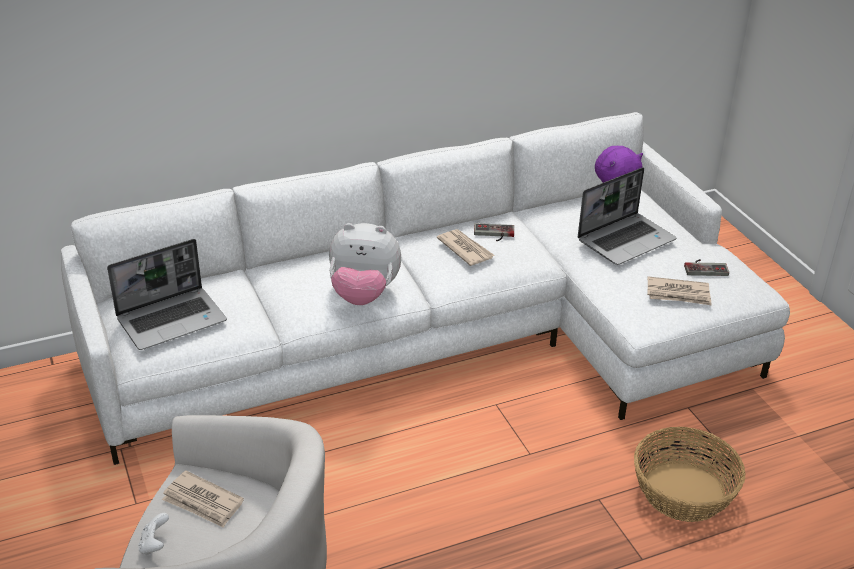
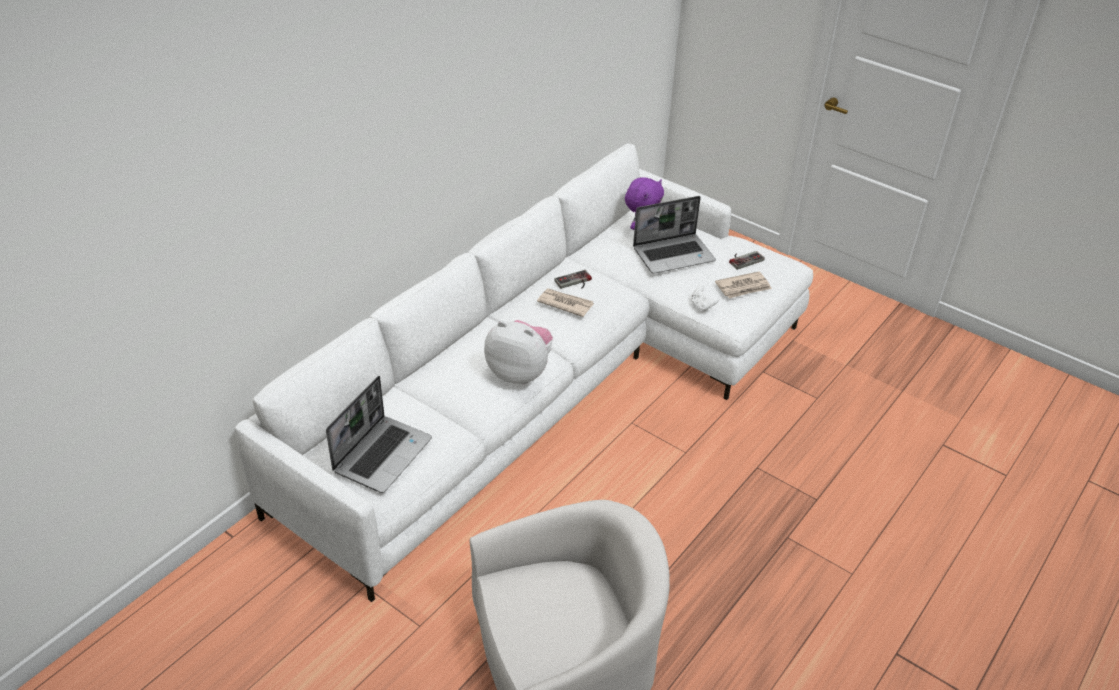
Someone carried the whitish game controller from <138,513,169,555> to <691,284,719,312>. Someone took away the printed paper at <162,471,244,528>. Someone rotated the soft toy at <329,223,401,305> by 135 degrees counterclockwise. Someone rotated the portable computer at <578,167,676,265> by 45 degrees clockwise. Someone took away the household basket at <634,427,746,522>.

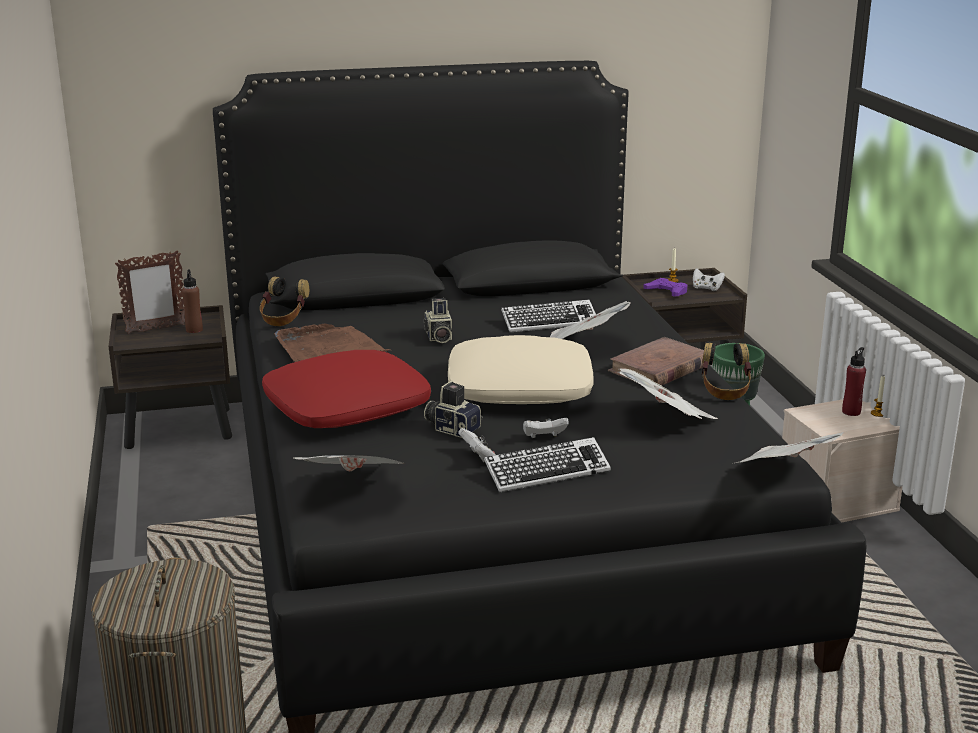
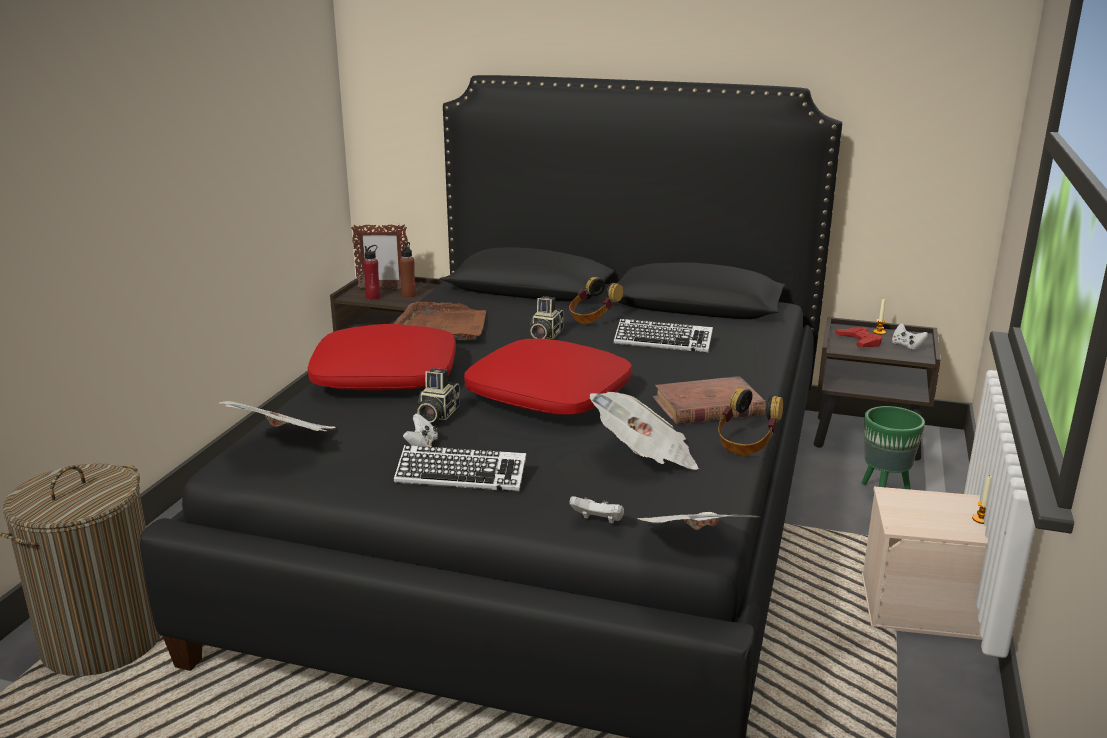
Someone carried the headset from <260,276,309,326> to <569,277,623,324>. Someone rotated the still camera at <424,380,483,438> by 135 degrees counterclockwise. Someone repainted the beige-coloured pillow at <448,335,594,404>, which became the red pillow at <464,339,632,415>. Someone carried the whitish game controller from <523,418,569,438> to <570,496,624,524>. Someone took away the printed paper at <550,301,631,339>. Someone repainted the purple game controller at <643,278,688,297>, which became the red game controller at <835,327,882,347>. Someone carried the red beverage bottle from <842,347,866,416> to <363,245,381,300>.

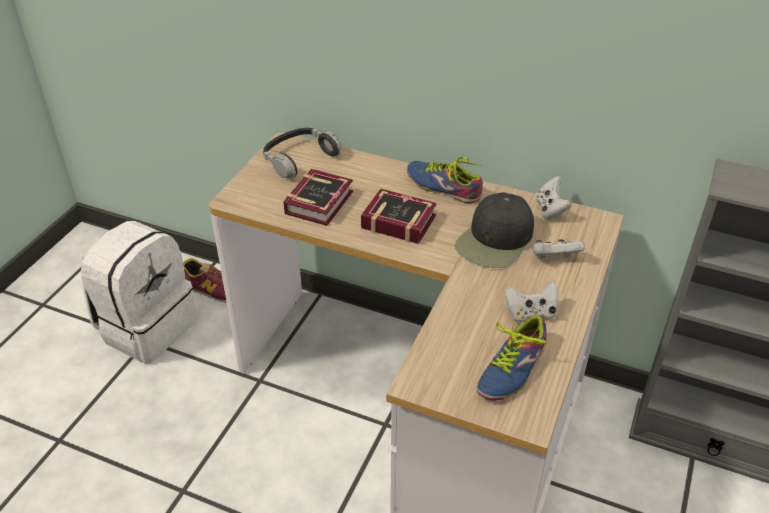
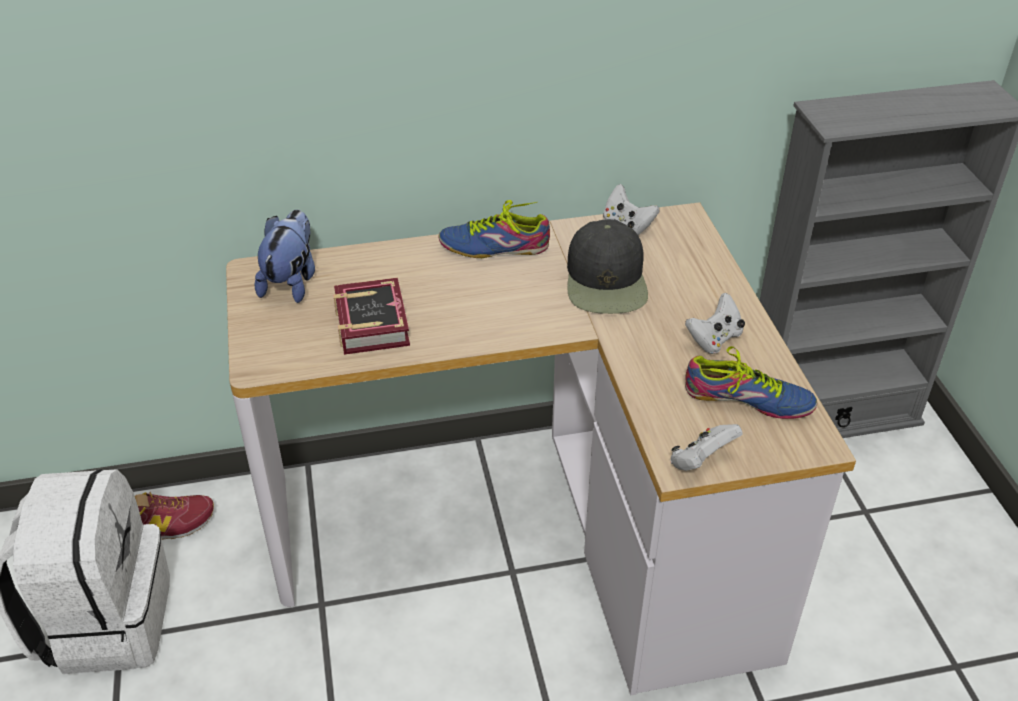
Someone swapped the headset at <263,128,342,178> for the soft toy at <254,210,315,303>. Someone took away the book at <361,189,437,244>. Someone rotated the shoe at <477,308,547,401> by 75 degrees counterclockwise. Someone carried the whitish game controller from <533,239,585,259> to <670,424,743,471>.

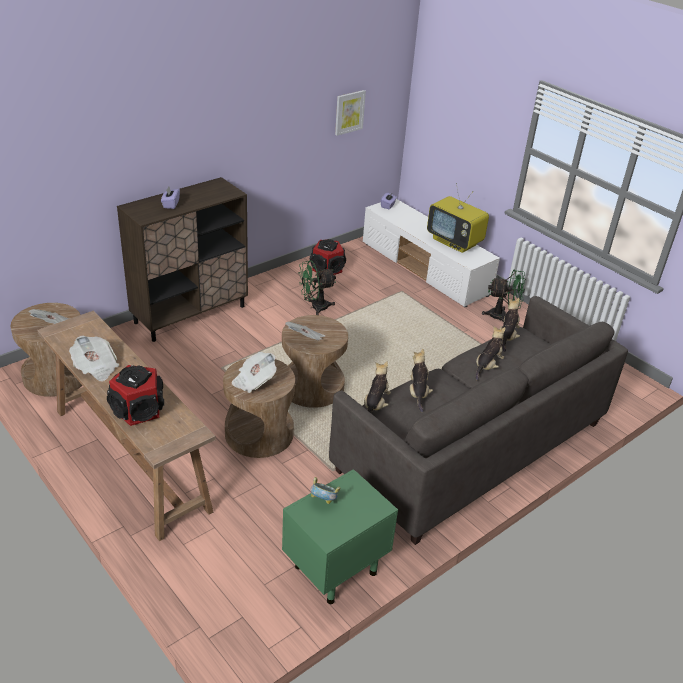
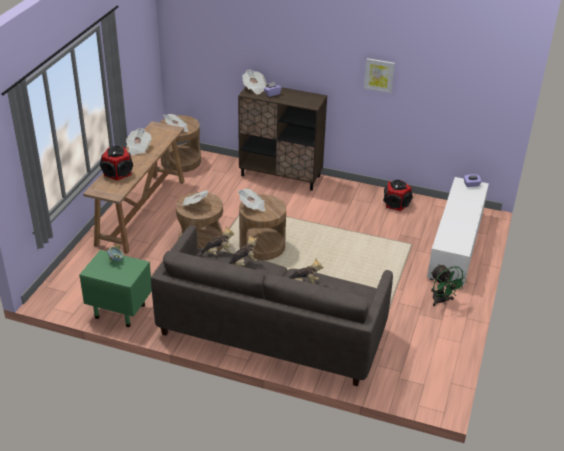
Someone took away the green-coloured fan at <298,260,336,315>. Someone carried the wall art from <335,90,366,136> to <364,58,395,93>. Someone took away the TV set at <427,183,489,253>. Someone took away the soft toy at <499,298,520,352>. Someone put down the printed paper at <242,70,267,94>.

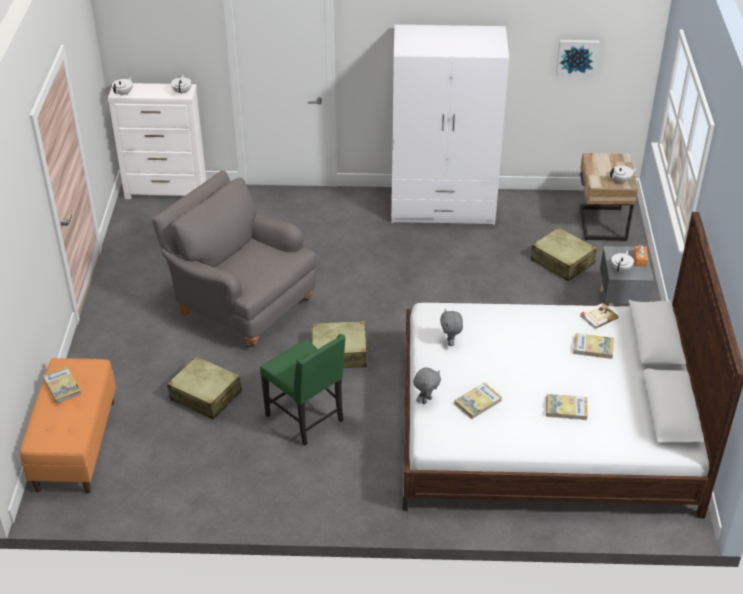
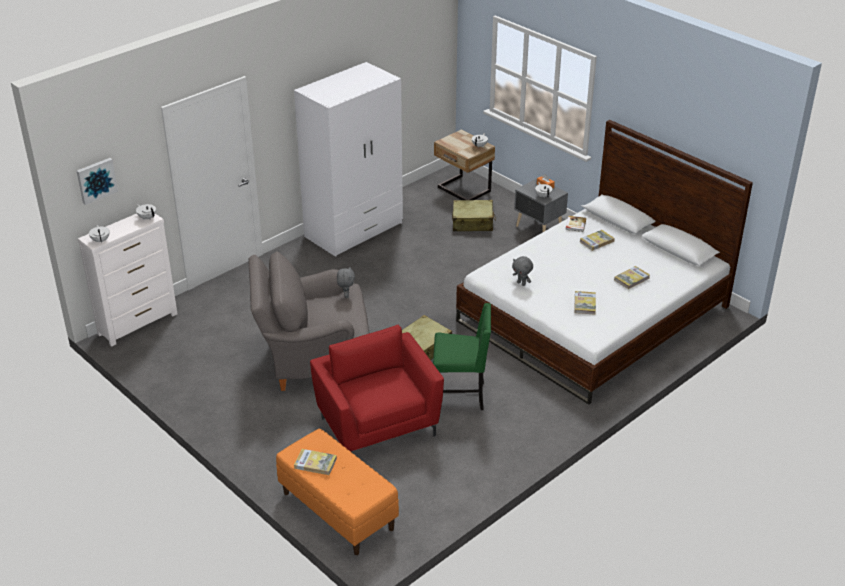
Someone swapped the beige-coloured piece of luggage at <167,356,242,420> for the red lounge chair at <310,325,444,452>. Someone carried the greyish soft toy from <413,367,441,404> to <337,267,355,298>. Someone carried the wall art from <556,40,599,77> to <77,158,118,205>.

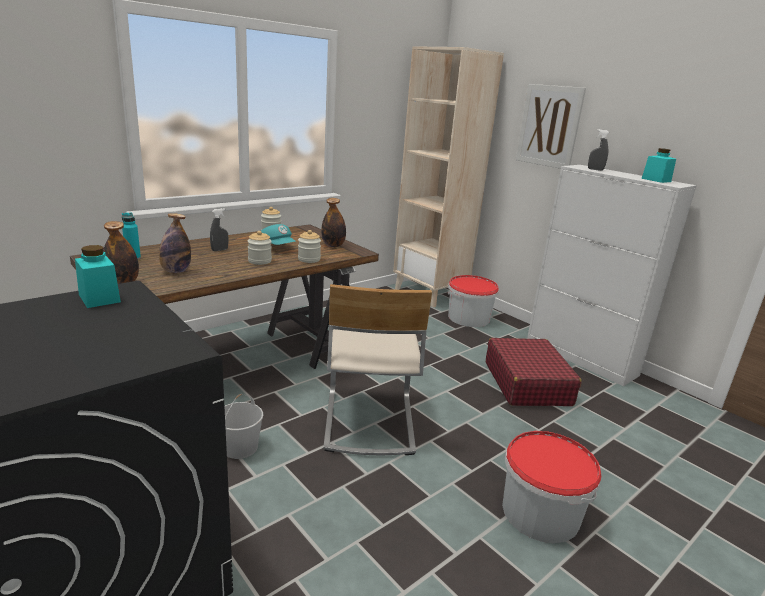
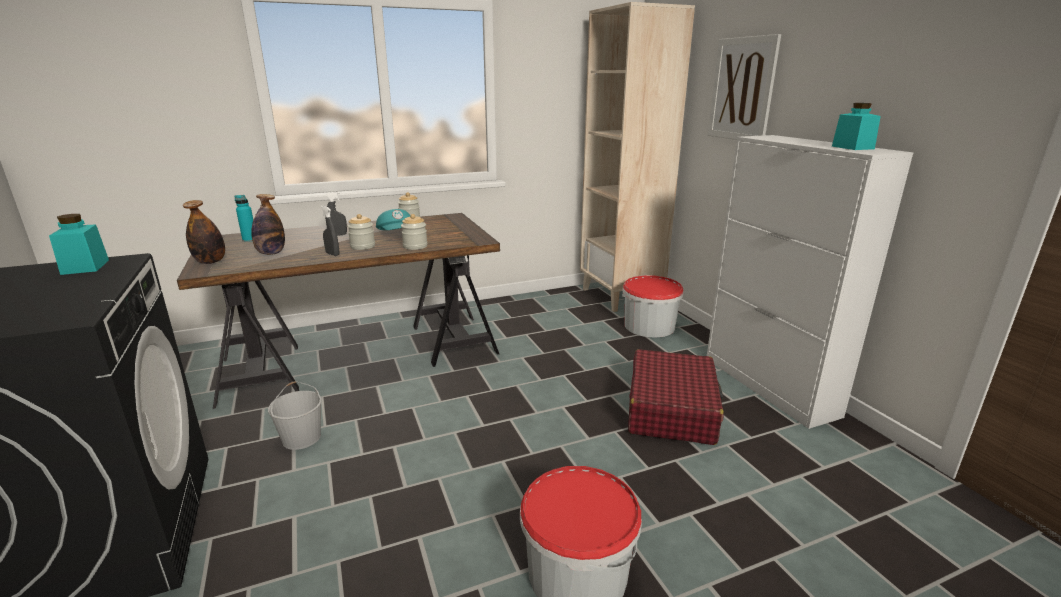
Someone took away the beverage bottle at <321,198,346,247>. Someone took away the beige-coloured chair at <323,284,432,455>. Someone carried the greyish spray bottle from <588,129,610,171> to <321,206,339,256>.

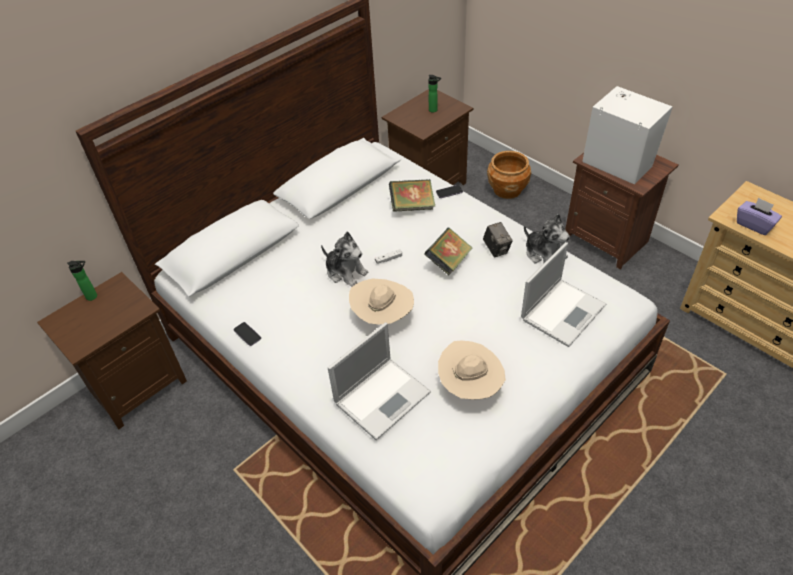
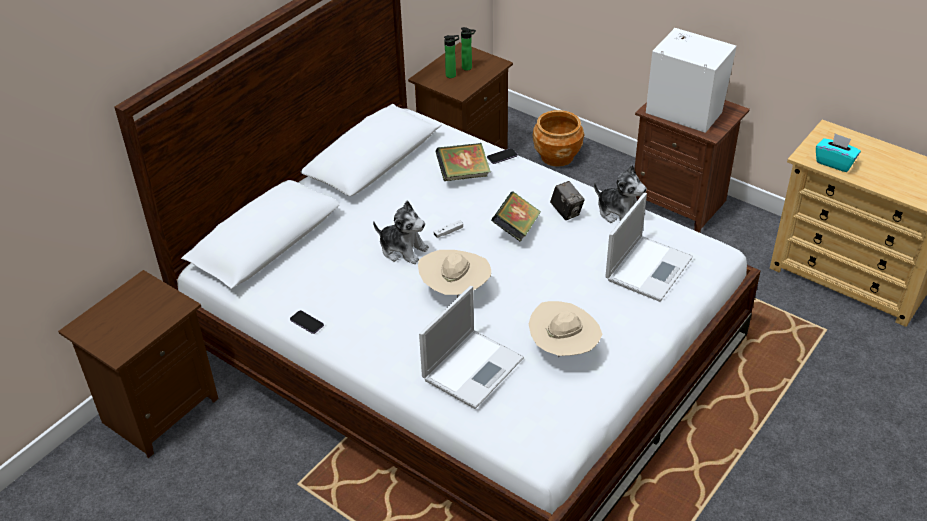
Someone carried the beverage bottle from <67,261,97,301> to <444,35,459,78>. Someone repainted the purple box of tissues at <737,197,782,235>, which became the turquoise box of tissues at <816,133,861,172>.

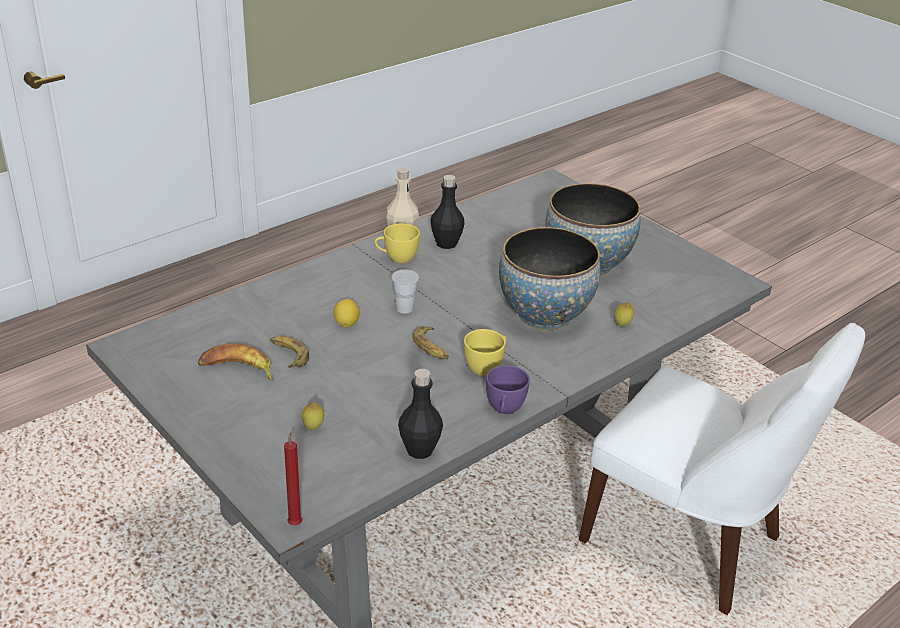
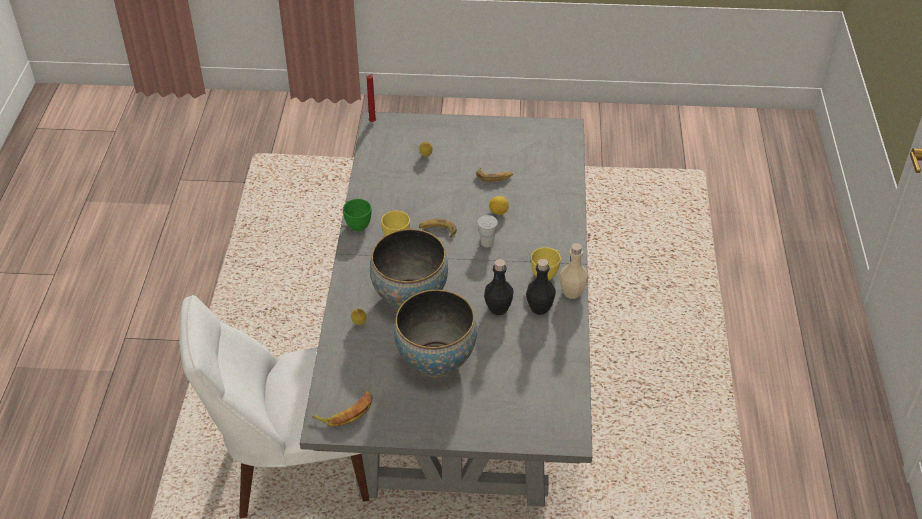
Someone carried the whole banana from <198,343,273,381> to <312,391,373,426>. Someone carried the black beverage bottle from <398,369,443,459> to <484,259,514,315>. Someone repainted the purple cup at <486,365,530,414>, which became the green-coloured cup at <343,199,371,231>.

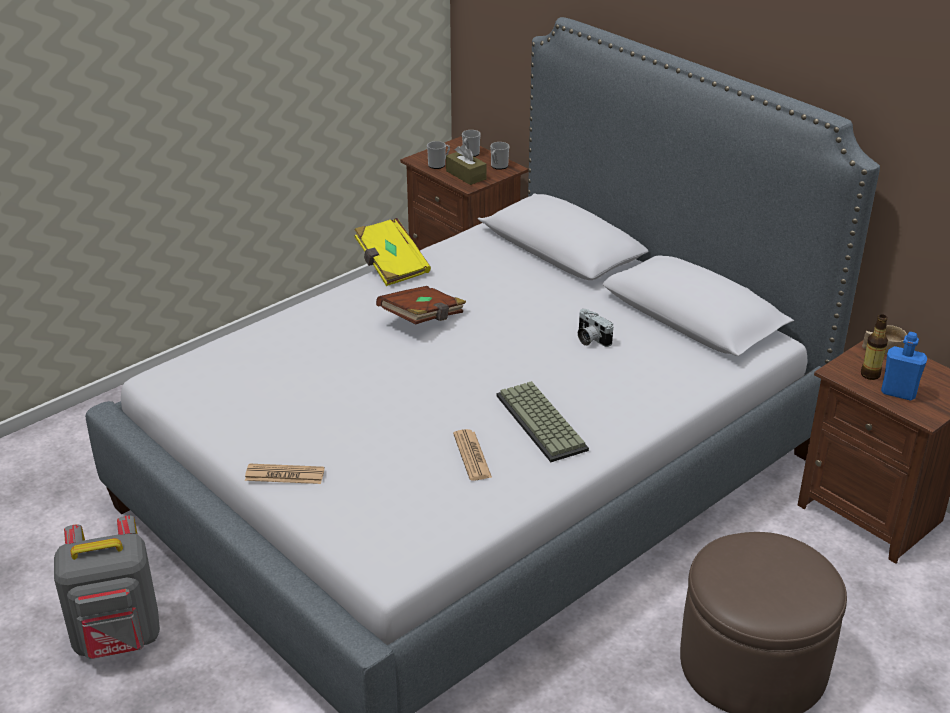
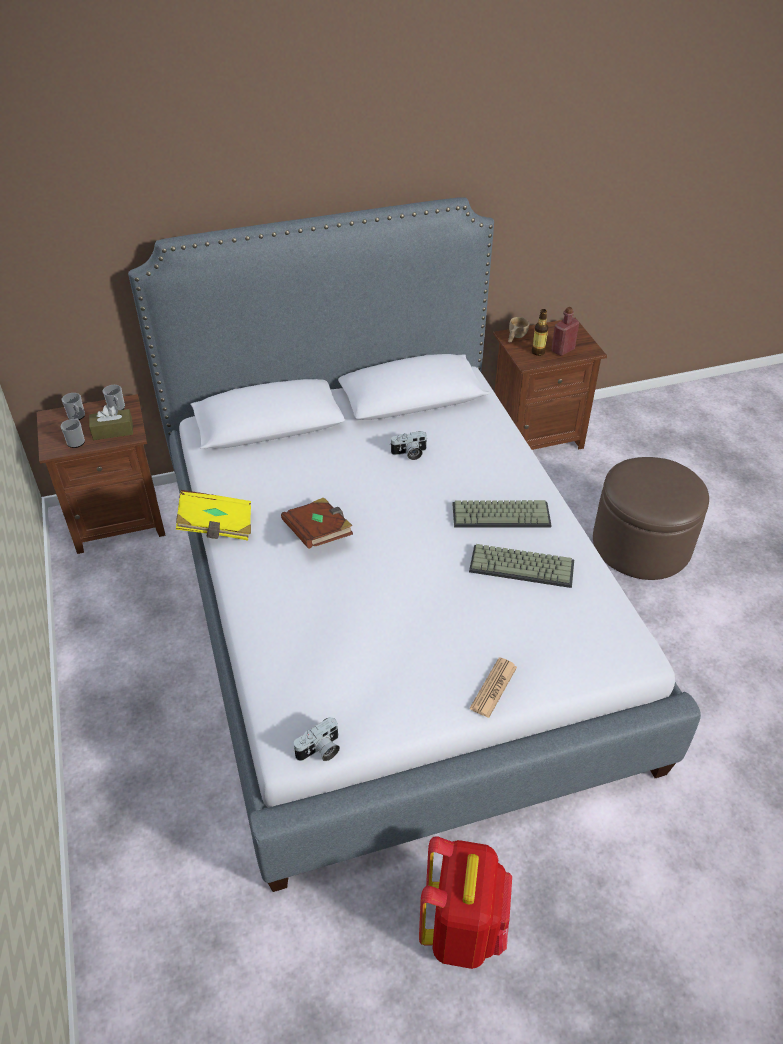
Someone repainted the greyish knapsack at <54,516,160,659>, which became the red knapsack at <419,836,512,969>. Someone swapped the printed paper at <453,429,492,481> for the PC keyboard at <469,544,574,588>. Someone repainted the bluish beverage bottle at <881,332,927,401>, which became the red beverage bottle at <552,307,579,356>. Someone put down the still camera at <293,717,340,761>.

